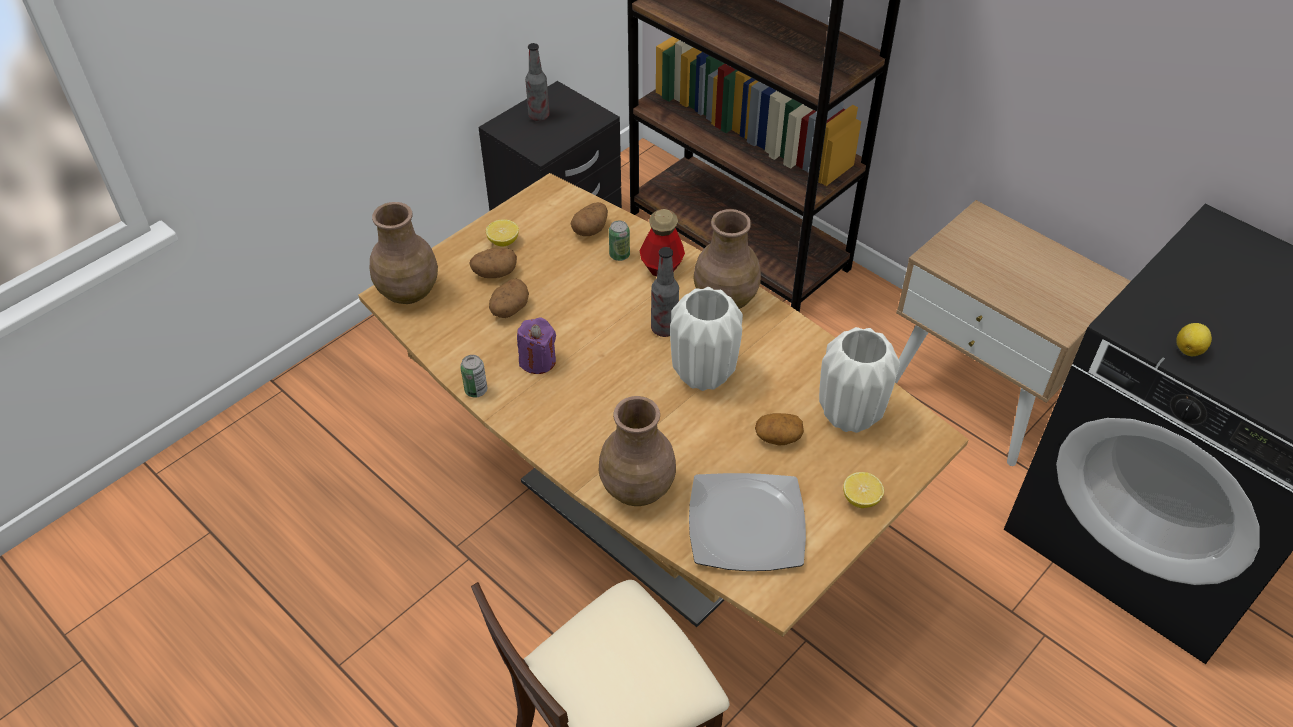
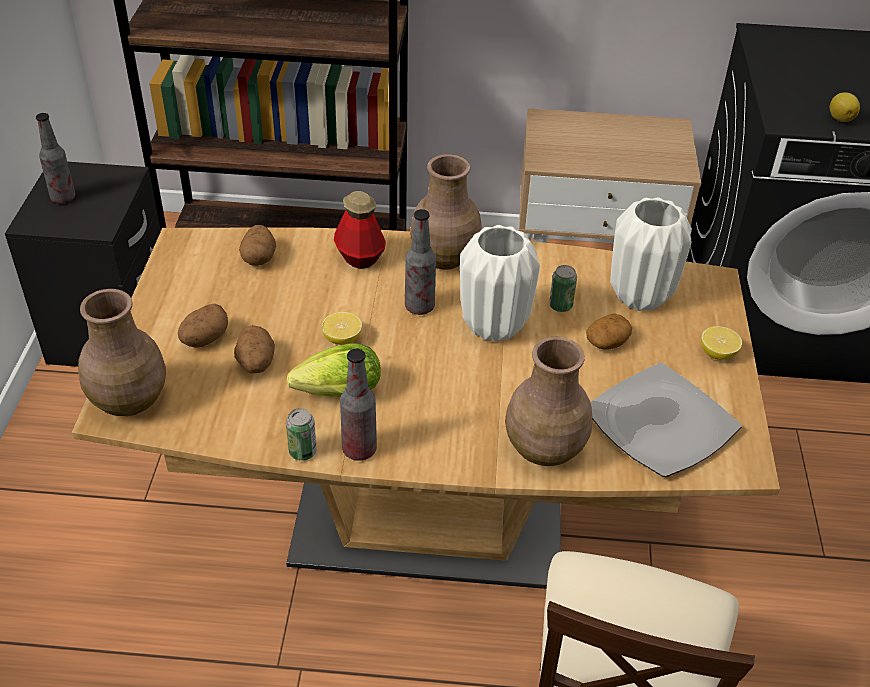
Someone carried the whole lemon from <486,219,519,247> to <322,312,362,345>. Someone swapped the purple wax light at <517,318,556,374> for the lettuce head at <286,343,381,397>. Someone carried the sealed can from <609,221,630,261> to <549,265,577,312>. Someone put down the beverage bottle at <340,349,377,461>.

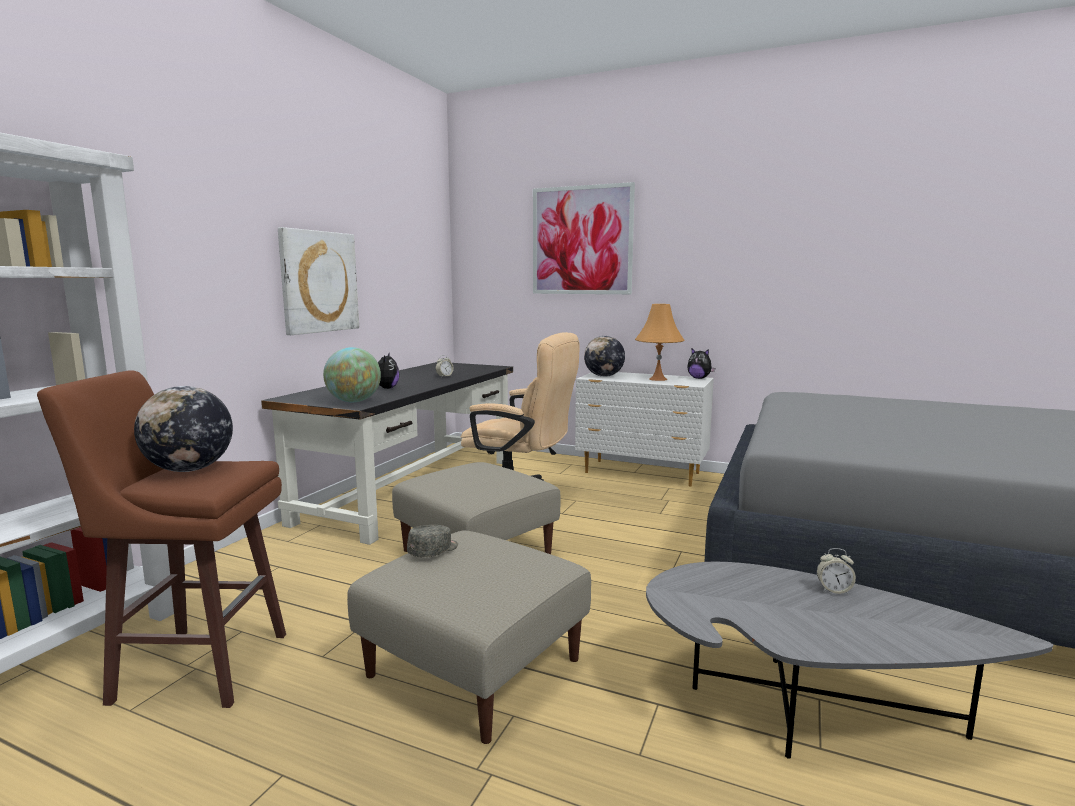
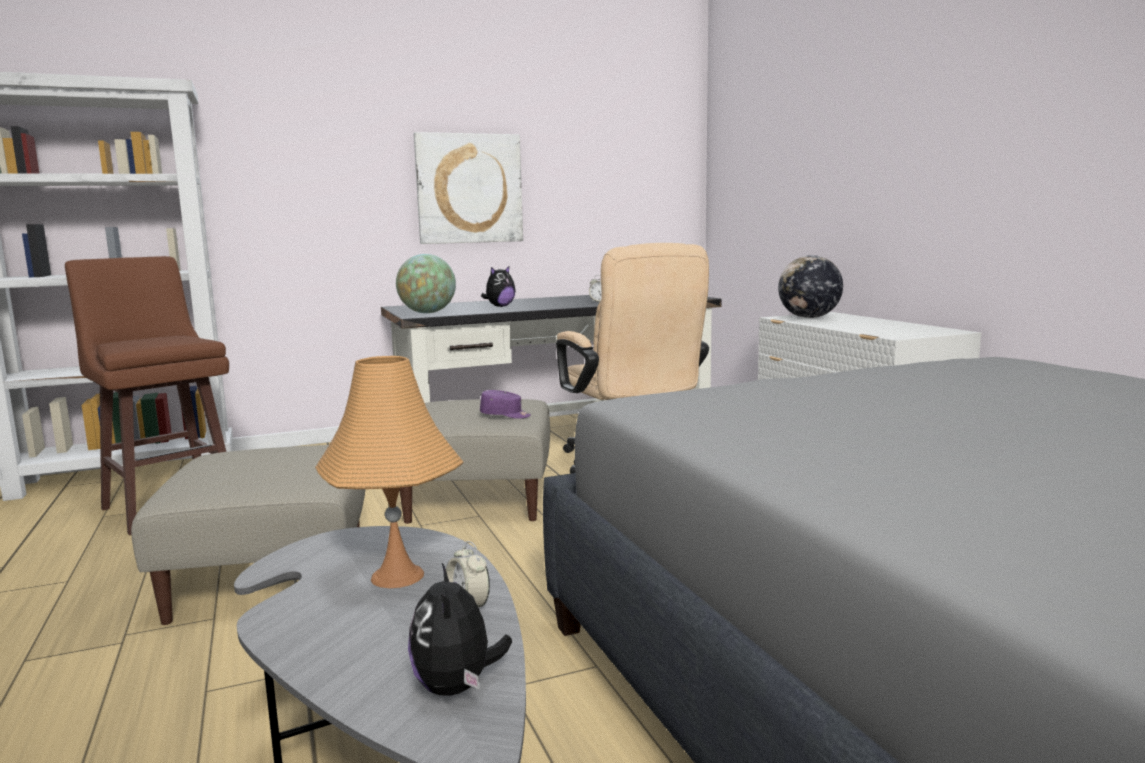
Someone took away the globe at <134,386,233,472>. Someone took away the greyish baseball cap at <407,525,458,557>. Someone took away the wall art at <533,182,635,294>. Someone carried the orange tabletop lamp from <635,304,685,381> to <315,356,464,588>. Someone carried the soft toy from <687,349,715,379> to <408,563,512,696>. Someone put down the purple baseball cap at <480,390,531,419>.

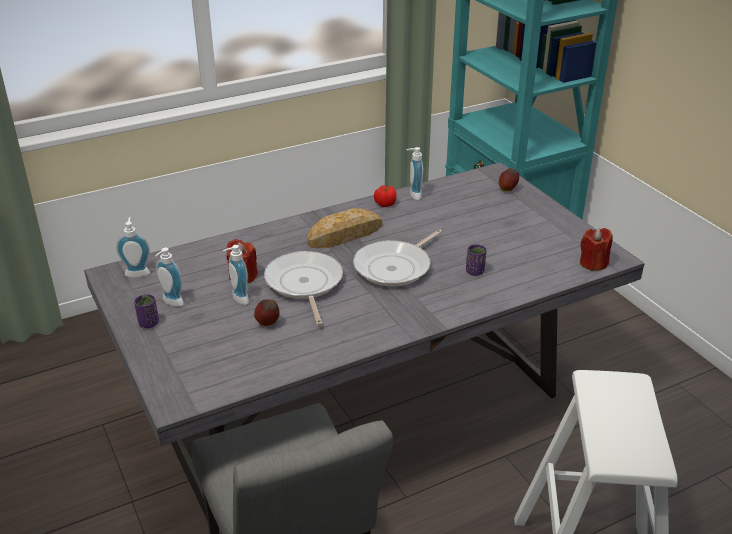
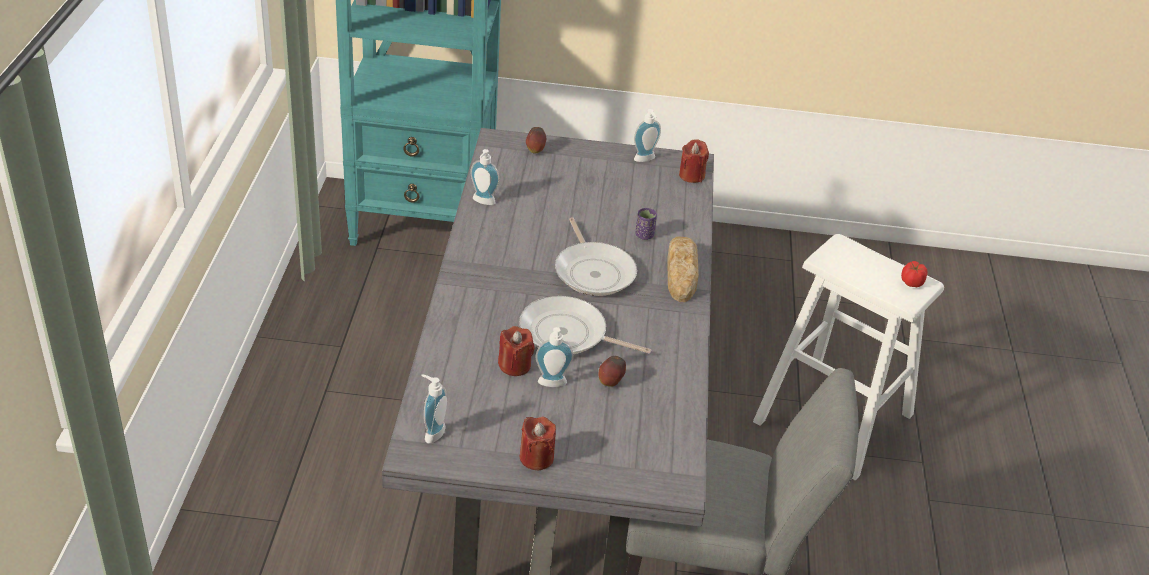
Someone swapped the purple cup at <134,294,159,328> for the red wax light at <520,417,556,470>. Someone carried the liquid soap bottle from <155,248,184,307> to <634,109,661,162>. Someone carried the bread from <307,208,382,248> to <667,236,699,302>. Someone carried the whole tomato from <374,185,396,207> to <901,261,928,287>.

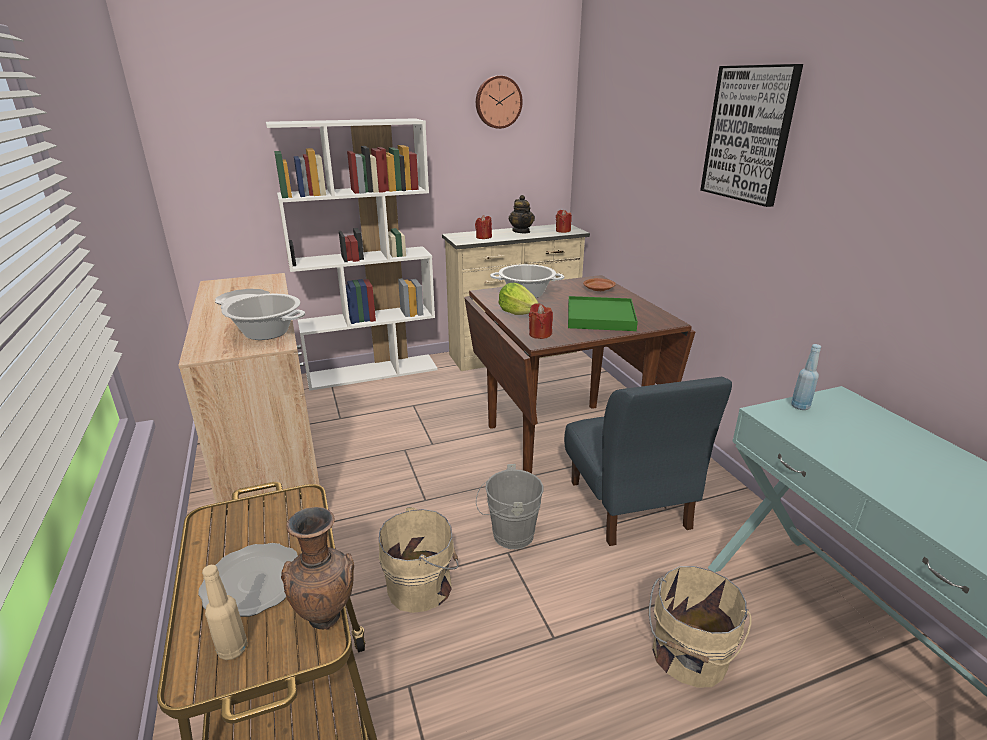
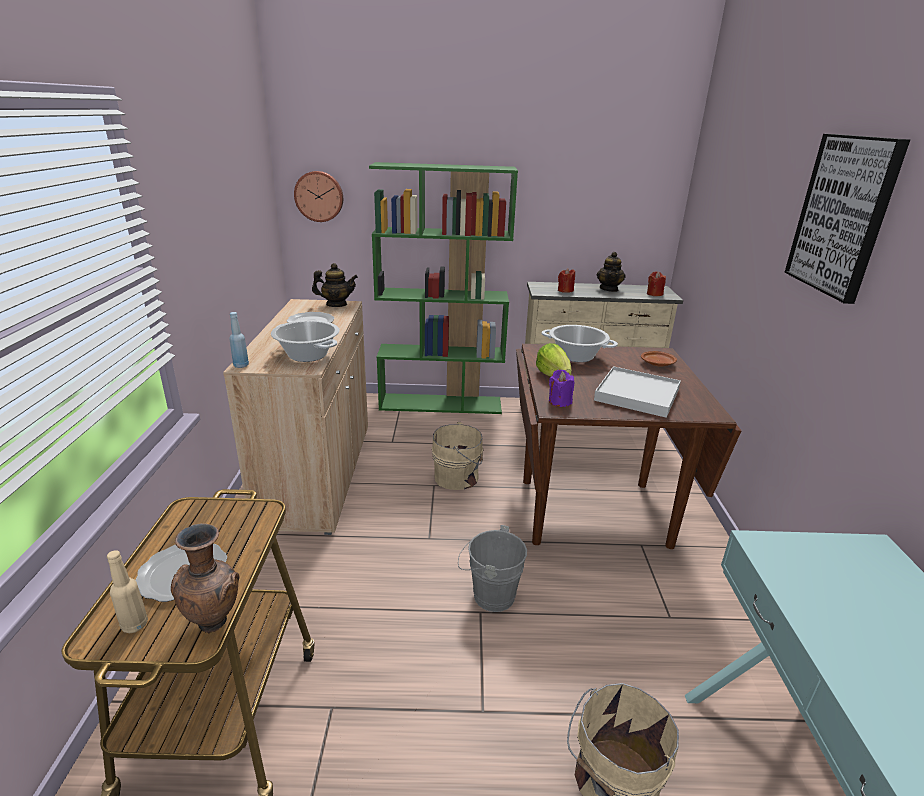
Someone repainted the whitish shelving unit at <266,118,438,391>, which became the green-coloured shelving unit at <369,162,518,414>. Someone carried the beige-coloured bucket from <379,507,459,613> to <432,422,483,490>. Someone carried the hanging clock from <476,76,523,129> to <294,171,343,222>. Someone repainted the red wax light at <529,303,553,339>, which became the purple wax light at <549,370,574,407>. Someone took away the bluish chair at <564,377,732,546>. Someone repainted the green-coloured carrying tray at <568,296,638,331>, which became the whitish carrying tray at <594,366,681,418>. Someone carried the bluish beverage bottle from <791,344,821,410> to <229,312,249,368>. Someone put down the teapot at <312,263,358,307>.

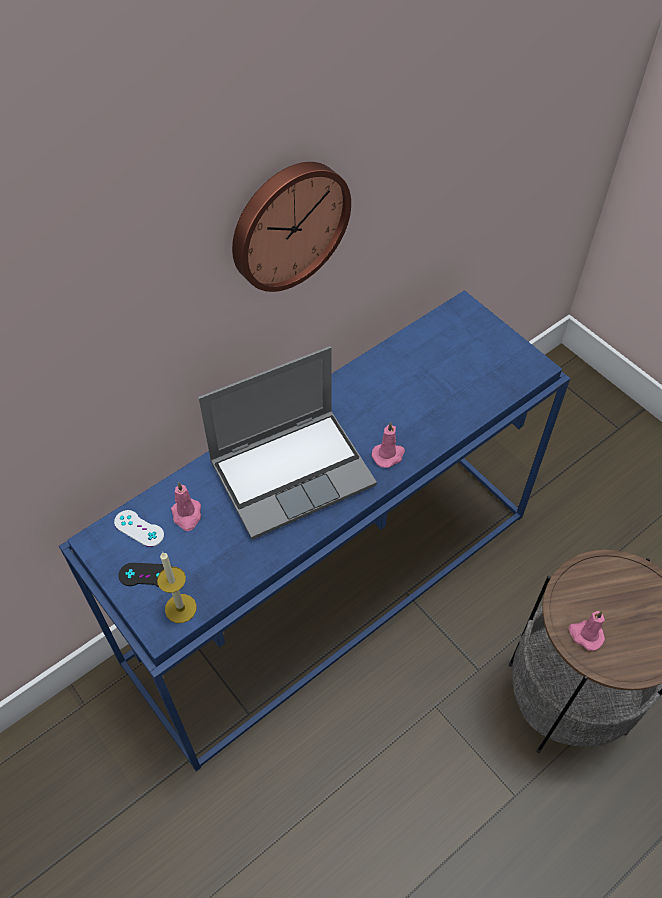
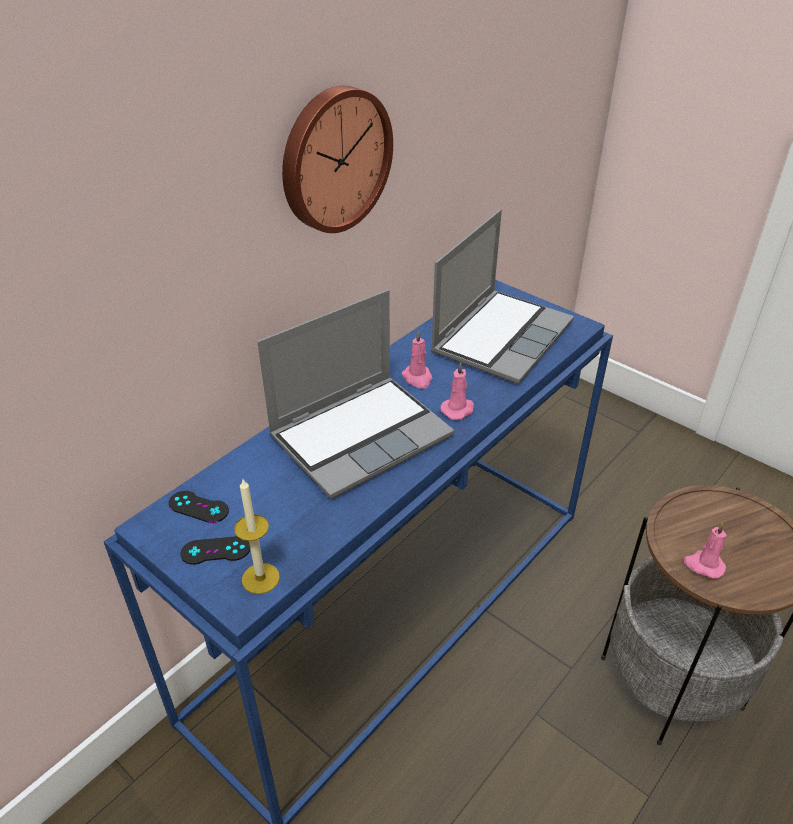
Someone repainted the whitish game controller at <114,510,164,547>, which became the black game controller at <168,491,229,523>. Someone carried the pinkish wax light from <171,483,201,531> to <401,330,432,389>. Someone put down the portable computer at <431,209,574,384>.

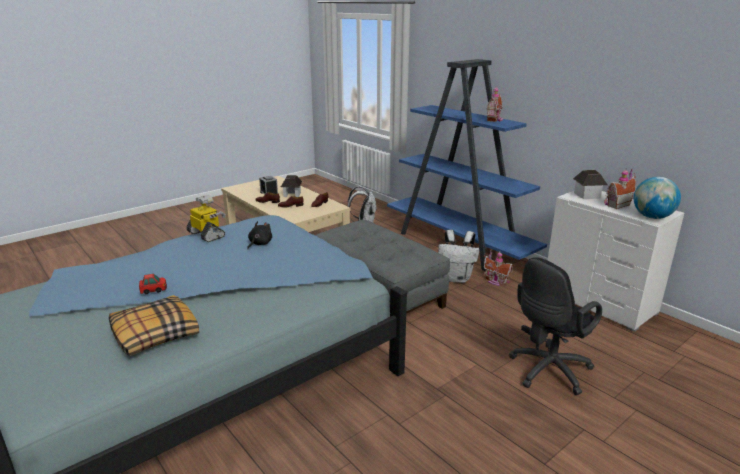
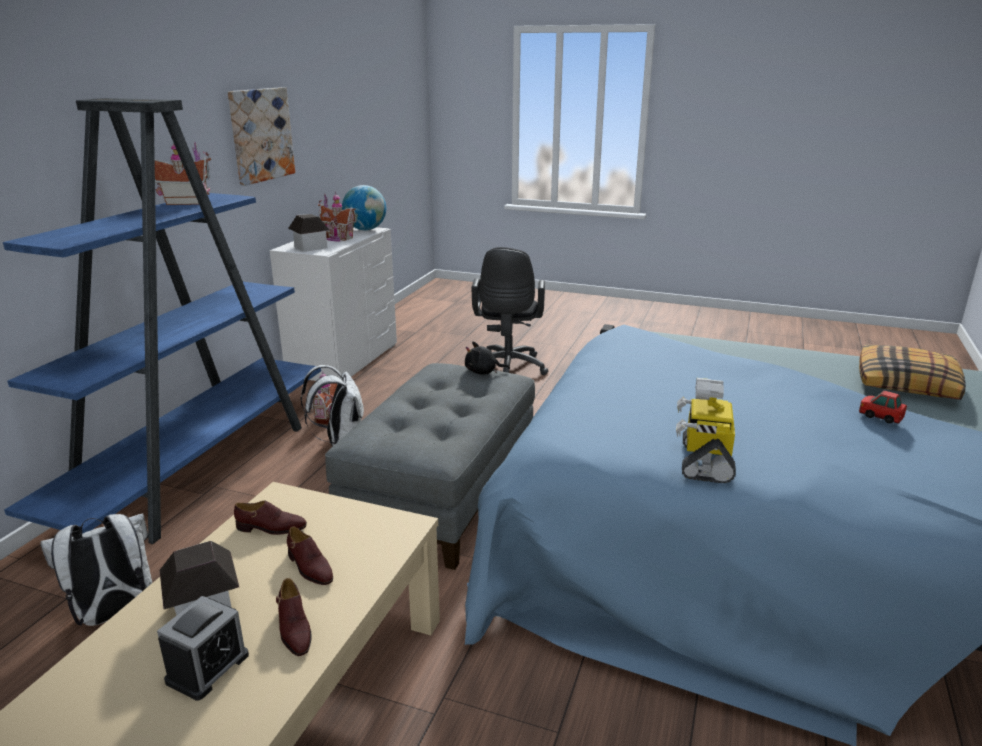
Someone carried the black soft toy from <247,221,272,249> to <465,342,510,375>. Someone rotated the black computer chair at <509,257,602,395> by 75 degrees clockwise. Someone put up the wall art at <228,87,295,186>.

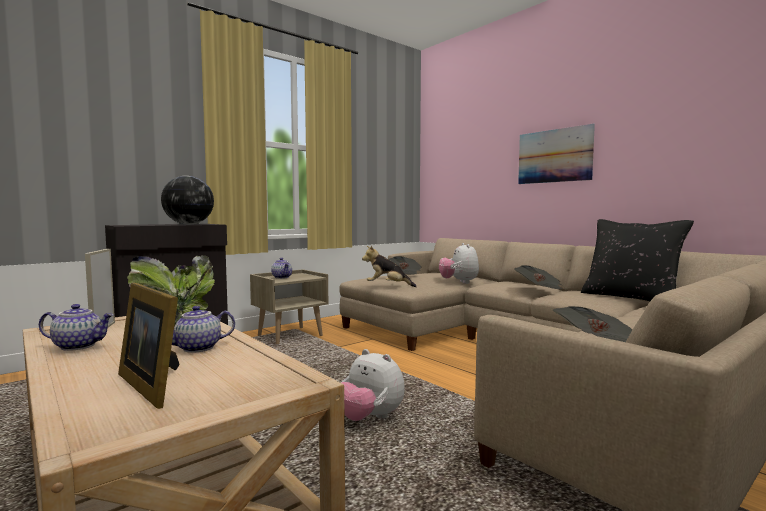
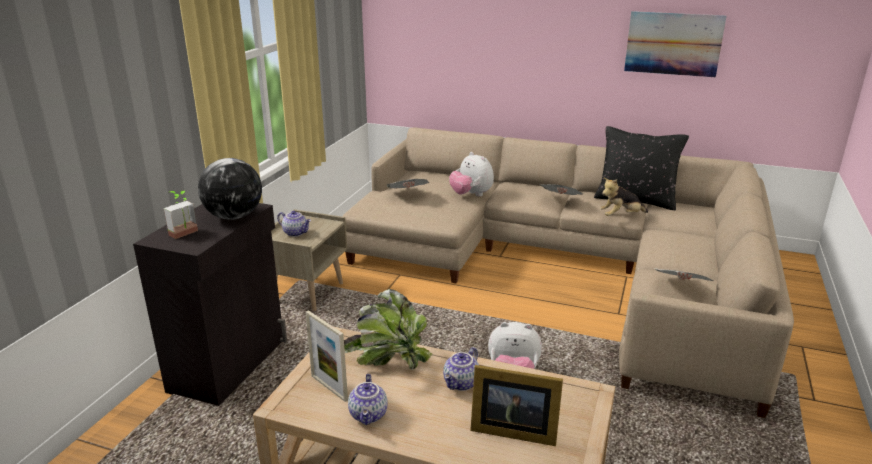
Someone rotated the teapot at <39,304,114,351> by 120 degrees clockwise. Someone carried the soft toy from <362,246,417,287> to <600,178,648,216>. Someone carried the wall art from <518,124,595,184> to <624,11,727,77>. Someone put down the houseplant at <164,191,198,239>.

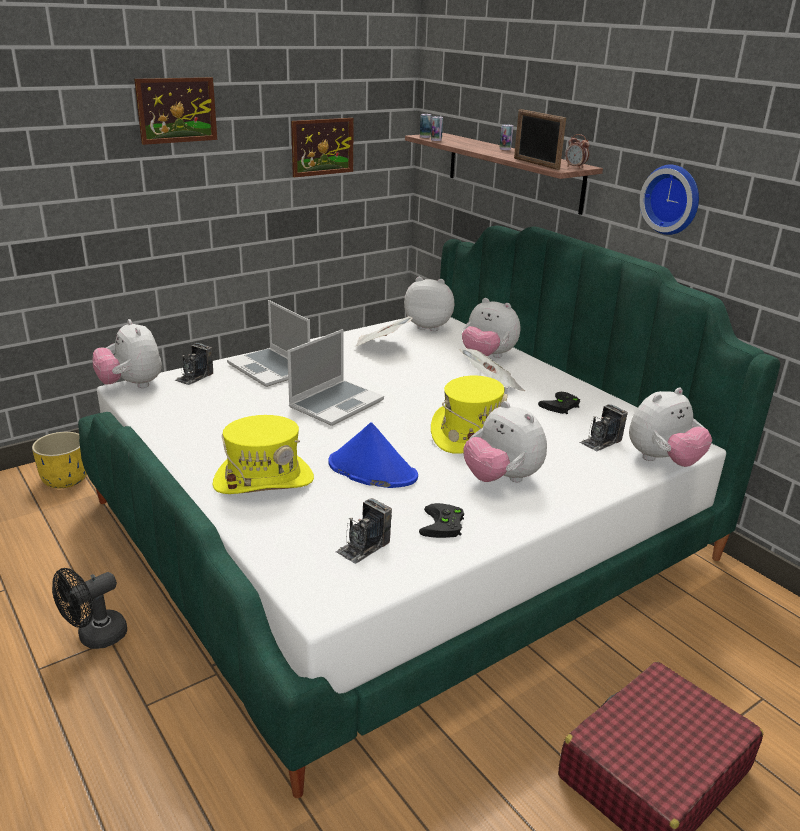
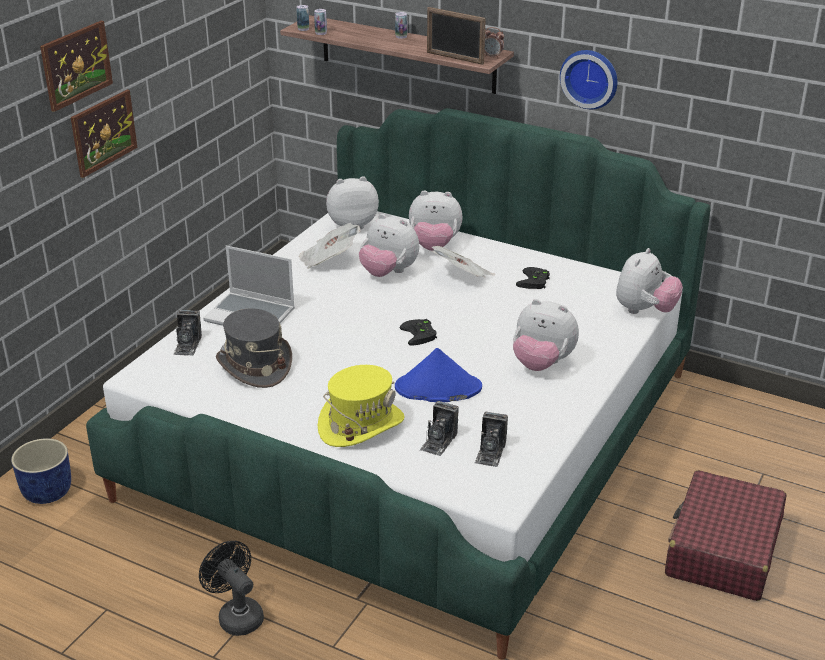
Someone repainted the yellow plant pot at <32,432,87,488>, which became the bluish plant pot at <11,438,71,504>. Someone rotated the black fan at <52,568,127,649> by 120 degrees clockwise. Someone carried the soft toy from <93,319,162,388> to <359,214,419,277>. Someone took away the portable computer at <287,329,384,426>. Someone carried the wall art from <291,118,354,178> to <71,90,138,178>. Someone carried the black game controller from <419,503,464,538> to <400,319,437,346>. Someone took away the yellow hat at <431,376,508,454>. Someone carried the still camera from <579,404,628,451> to <420,401,459,456>. Someone put down the greyish hat at <216,308,292,388>.

